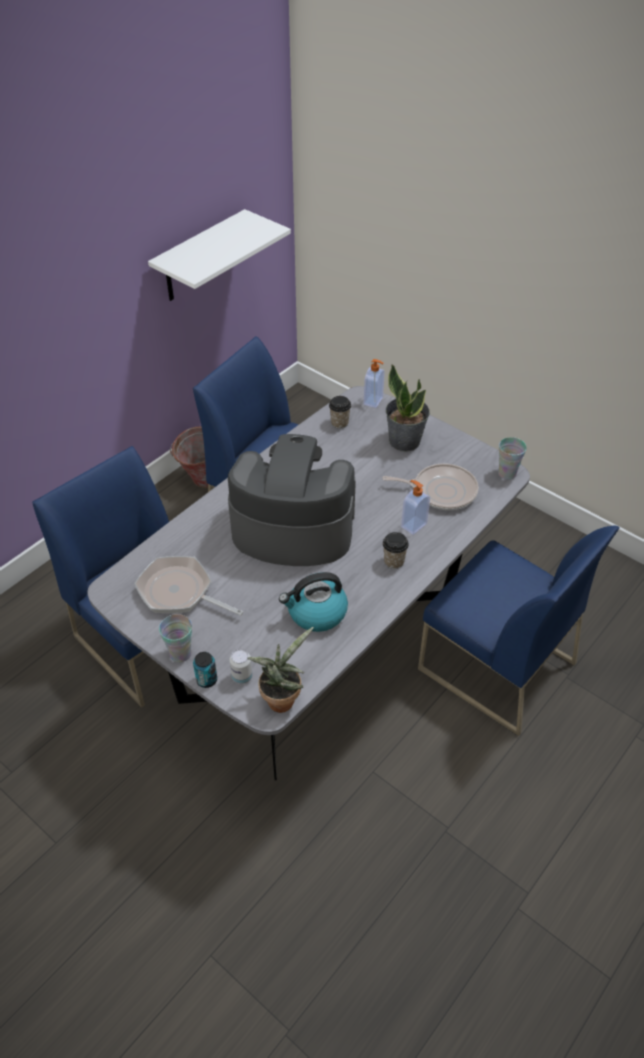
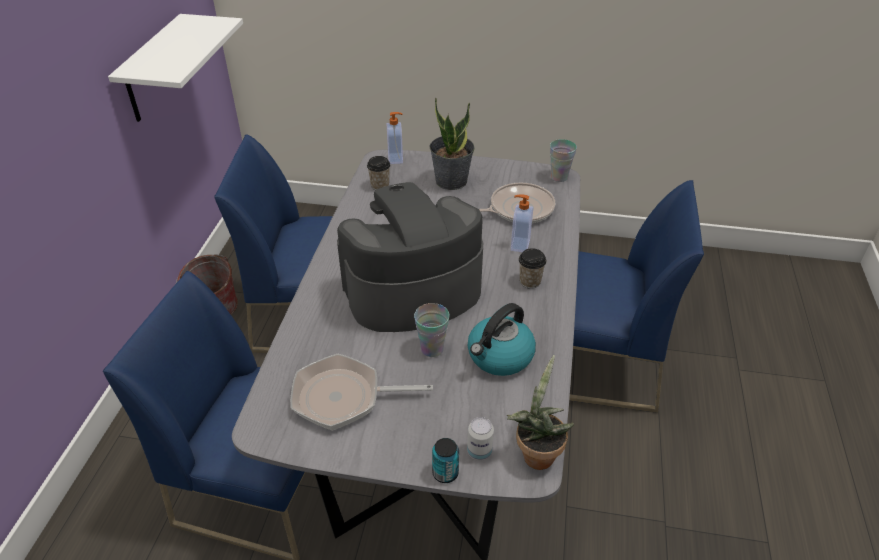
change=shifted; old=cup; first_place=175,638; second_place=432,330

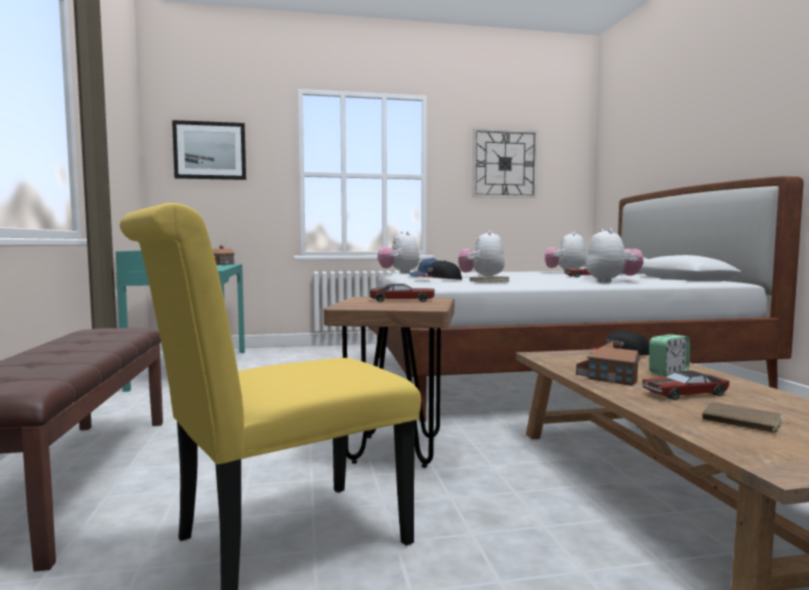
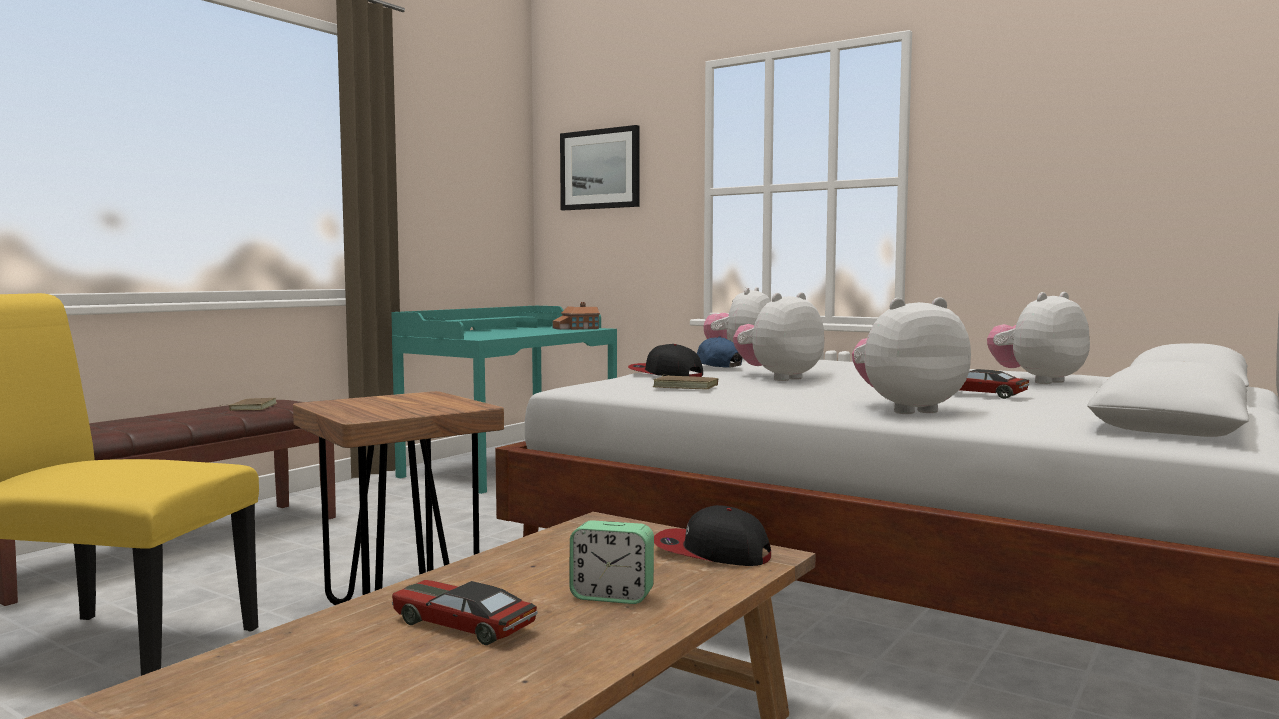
change=shifted; old=bound book (brown); first_place=742,417; second_place=248,404
change=rotated; old=plush toy; first_place=615,255; second_place=911,355; degrees=-150
change=gone; old=model car; first_place=402,293
change=gone; old=wall clock; first_place=505,163
change=gone; old=toy house; first_place=608,363

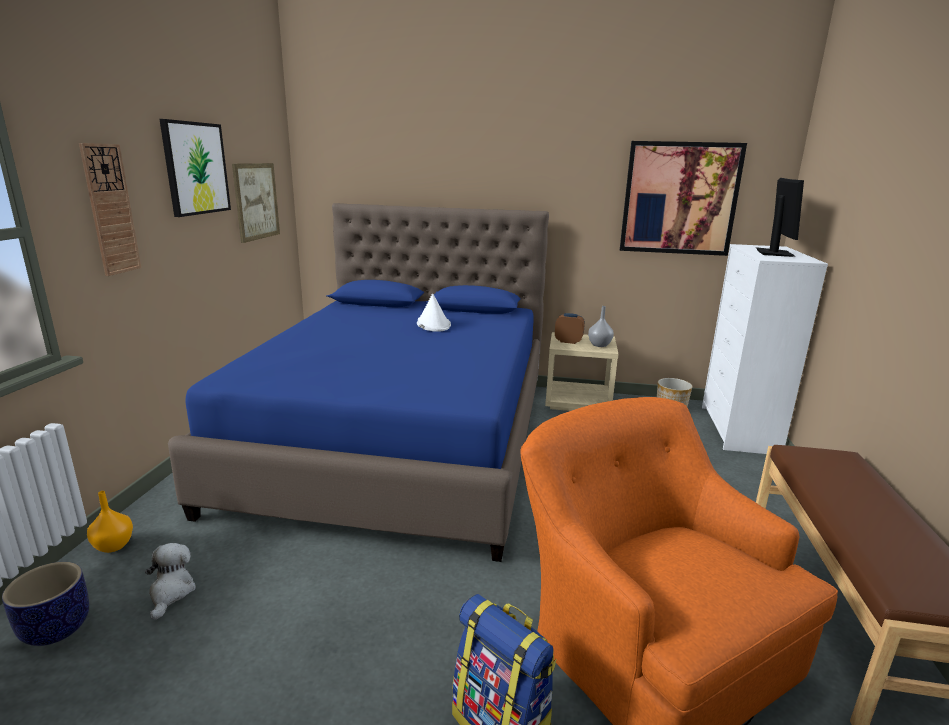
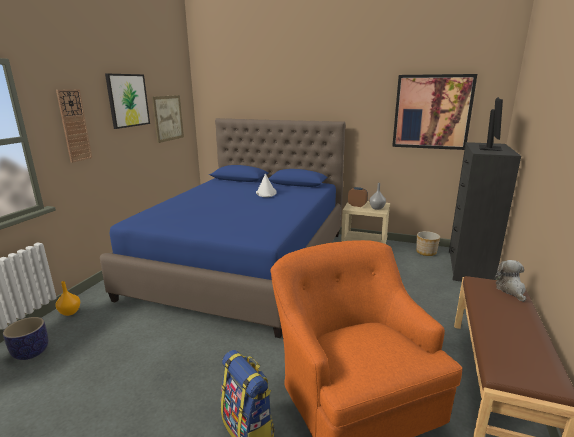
change=repainted; old=drawer chest (white-coloured); new=drawer chest (black); first_place=765,349; second_place=485,212
change=shifted; old=plush toy; first_place=170,581; second_place=510,281

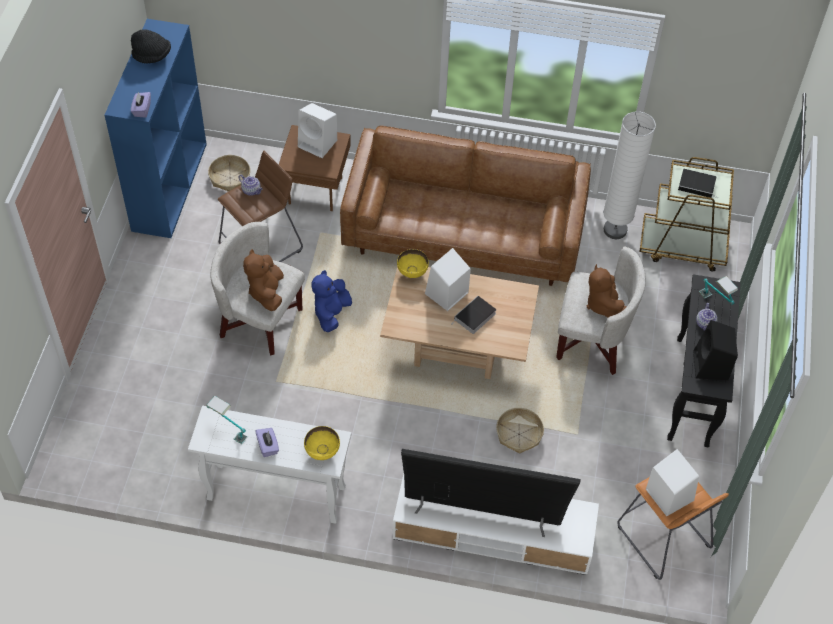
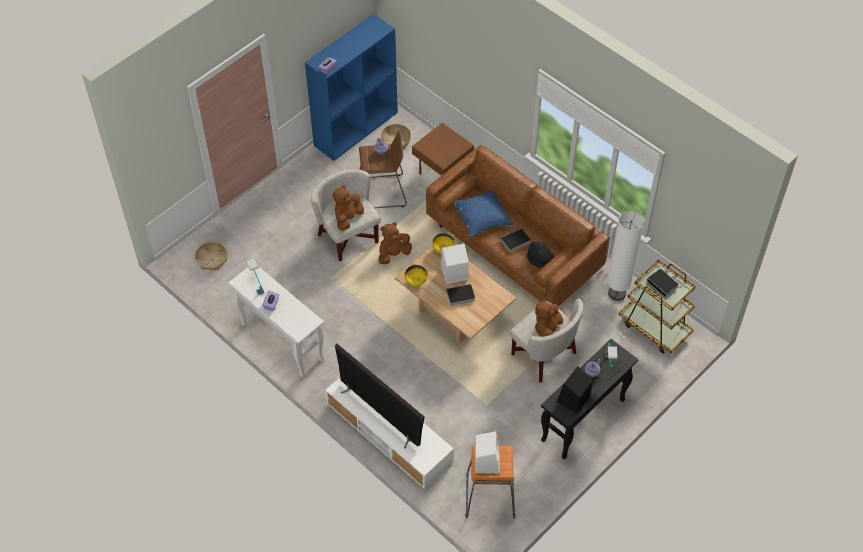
change=shifted; old=basket; first_place=520,431; second_place=211,256
change=repainted; old=plush toy (bluish); new=plush toy (brown); first_place=331,301; second_place=395,243
change=shifted; old=deep dish (yellow-coloured); first_place=322,443; second_place=416,275
change=new; new=throw pillow (bluish); second_place=483,214
change=new; new=bound book; second_place=513,240
change=shifted; old=wearable hat (black); first_place=151,46; second_place=541,254
change=gone; old=loudspeaker (white-coloured); first_place=317,130

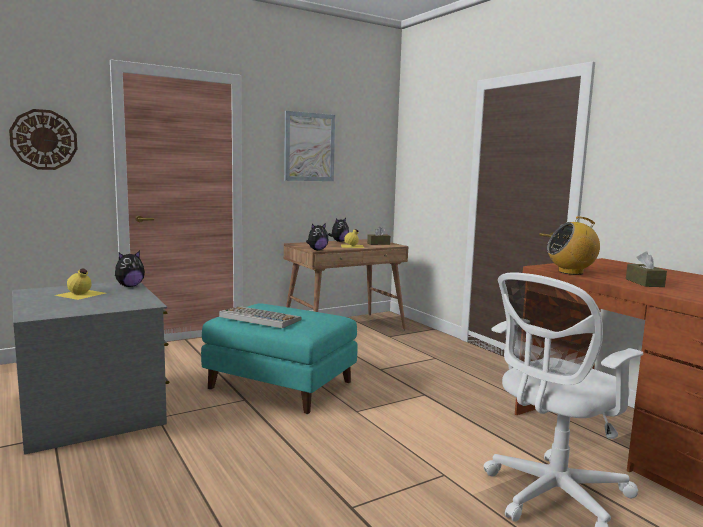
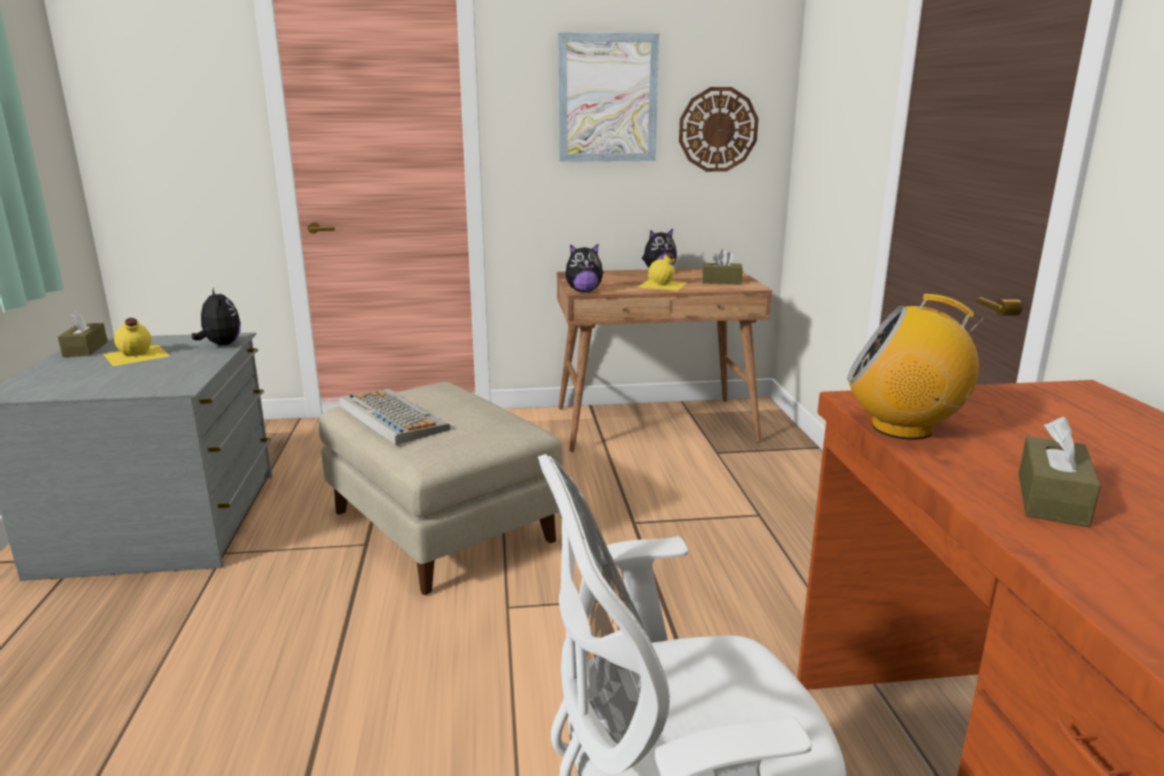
change=new; new=tissue box (brown); second_place=83,333
change=rotated; old=plush toy; first_place=130,269; second_place=216,316; degrees=-105
change=repainted; old=ottoman (turquoise-coloured); new=ottoman (beige); first_place=279,358; second_place=441,488
change=shifted; old=wall clock; first_place=43,139; second_place=719,129

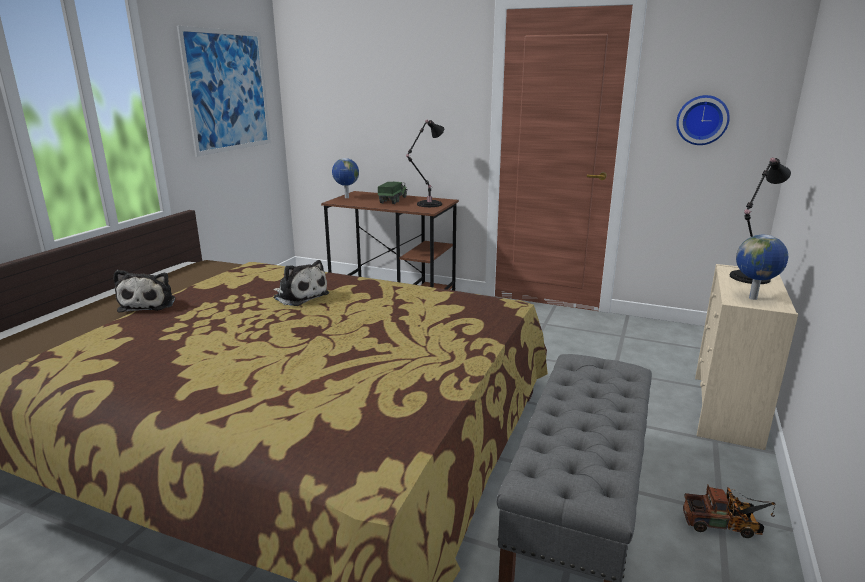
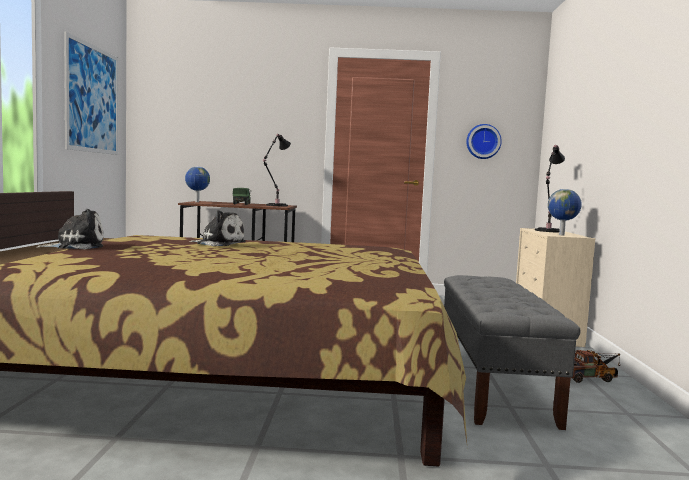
change=rotated; old=plush toy; first_place=144,291; second_place=70,229; degrees=-90

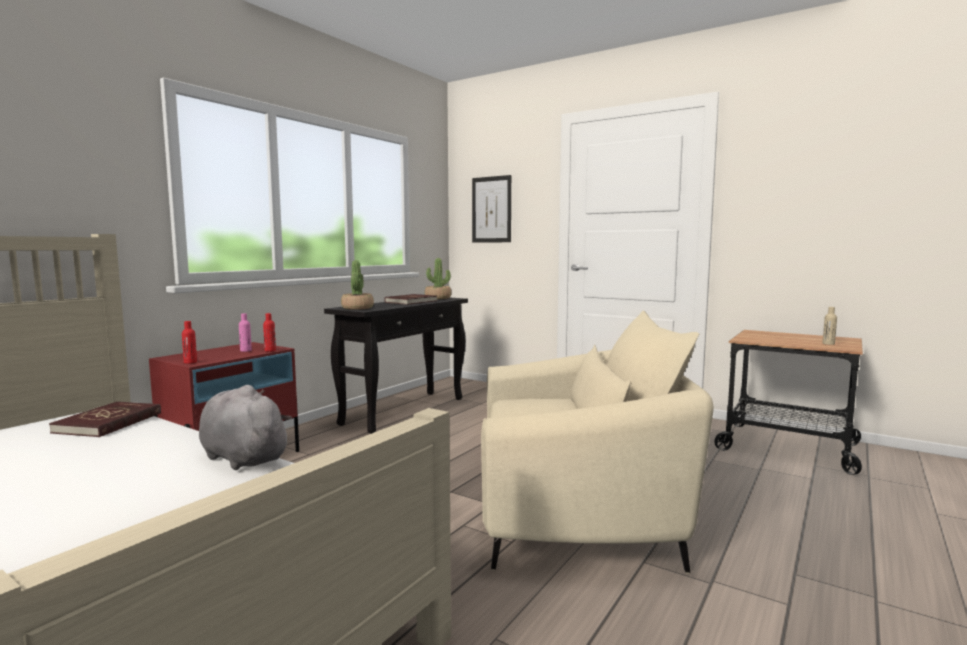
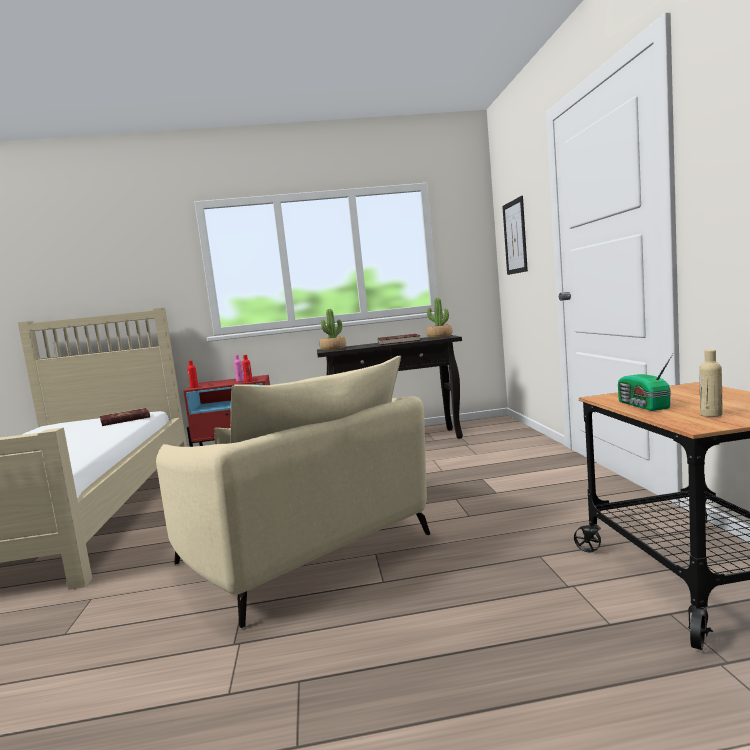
change=new; new=radio set; second_place=645,382
change=gone; old=plush toy (gray); first_place=245,427

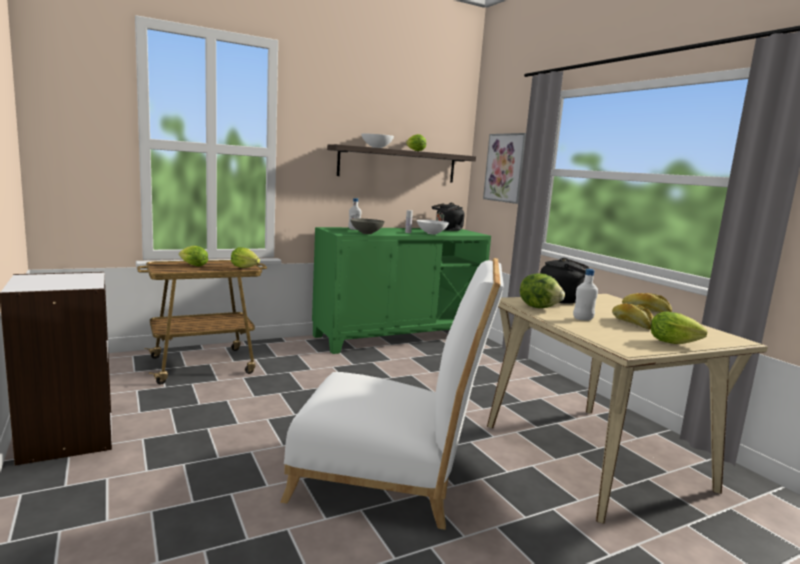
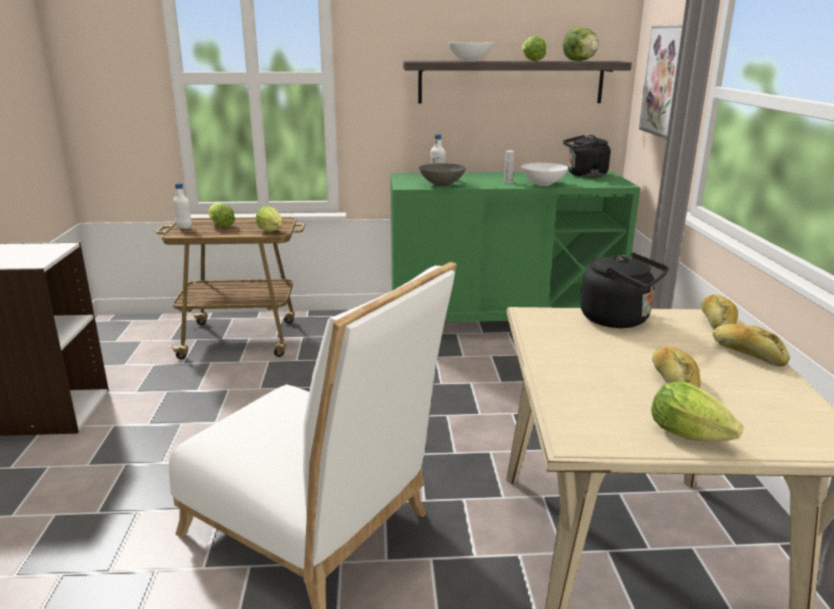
change=shifted; old=beverage bottle (white-coloured); first_place=585,295; second_place=182,206
change=shifted; old=lettuce; first_place=542,290; second_place=581,44
change=new; new=bakery bread; second_place=720,312

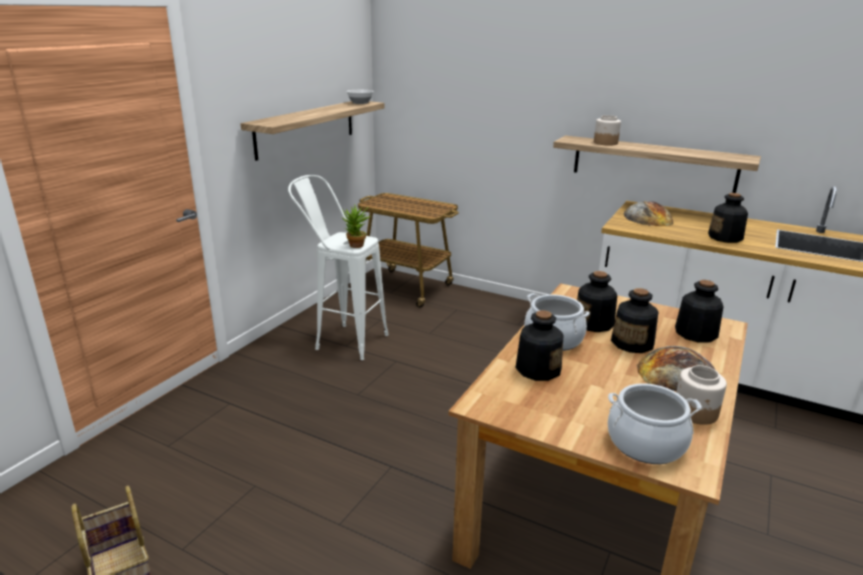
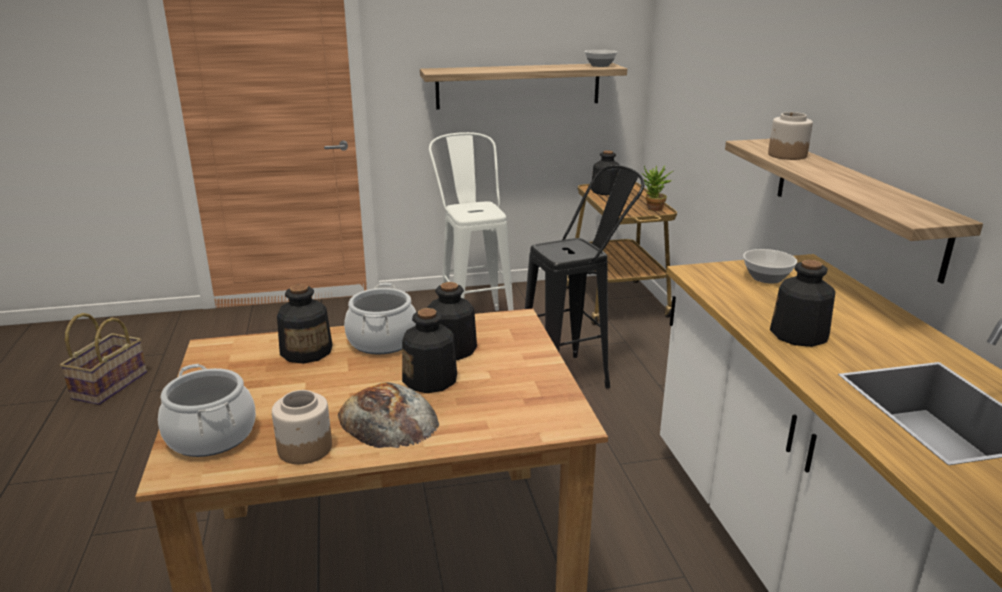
change=new; new=sitting stool (black); second_place=585,276
change=shifted; old=beverage bottle; first_place=699,311; second_place=605,172
change=shifted; old=houseplant; first_place=356,226; second_place=657,188
change=swapped; old=bakery bread; new=deep dish; first_place=648,213; second_place=770,266

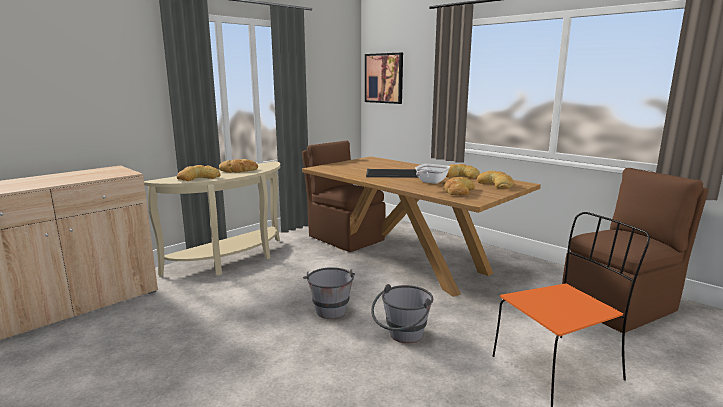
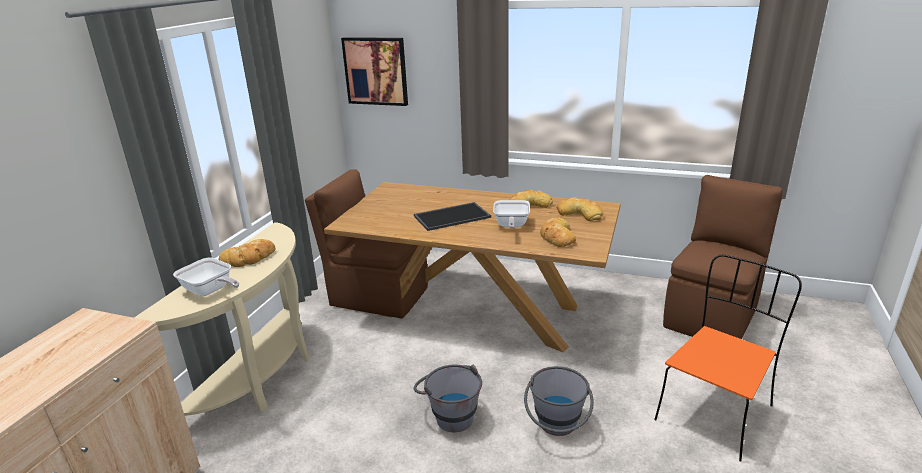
change=swapped; old=bakery bread; new=skillet; first_place=198,173; second_place=206,277

